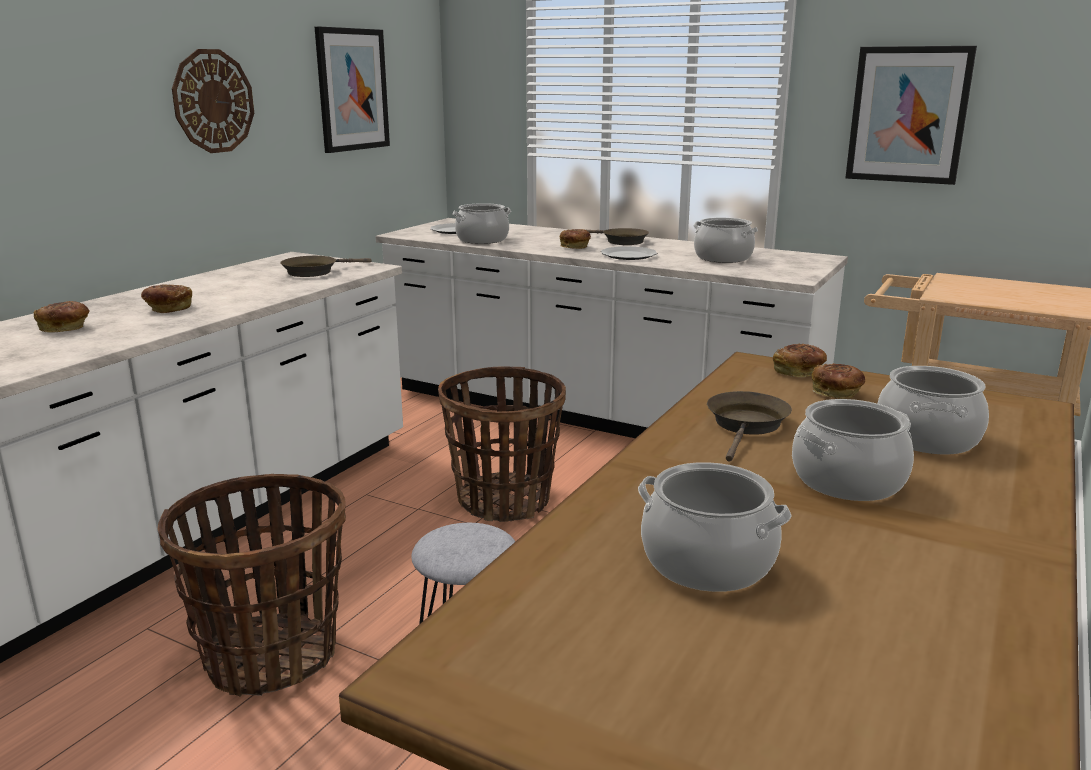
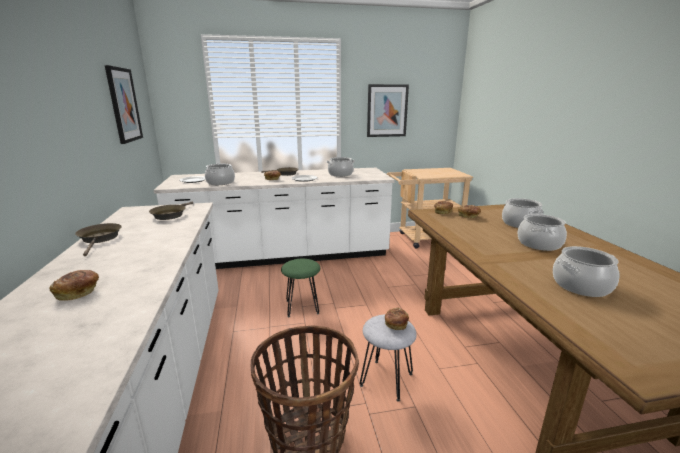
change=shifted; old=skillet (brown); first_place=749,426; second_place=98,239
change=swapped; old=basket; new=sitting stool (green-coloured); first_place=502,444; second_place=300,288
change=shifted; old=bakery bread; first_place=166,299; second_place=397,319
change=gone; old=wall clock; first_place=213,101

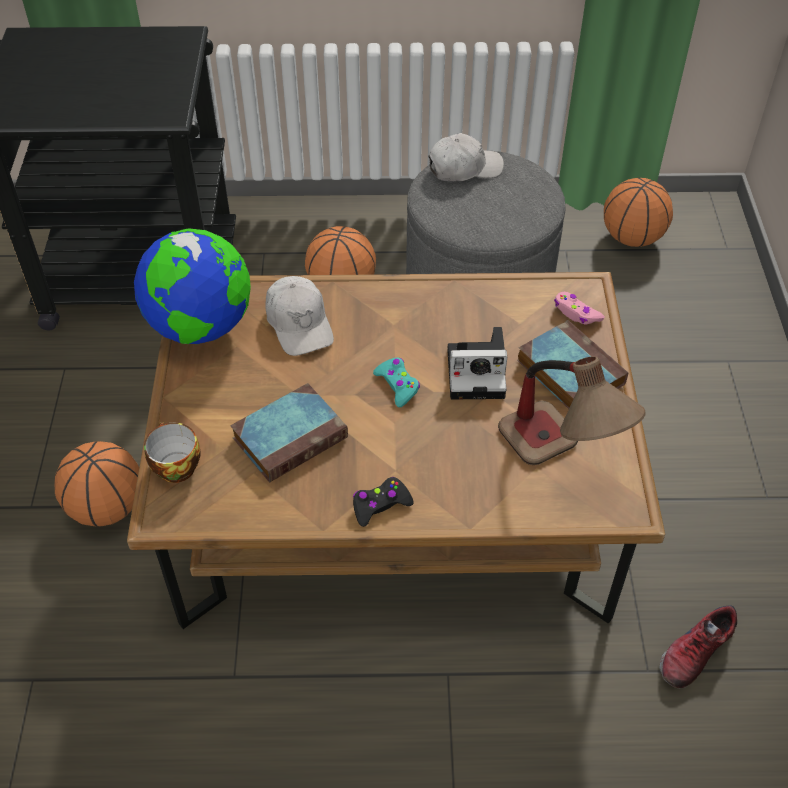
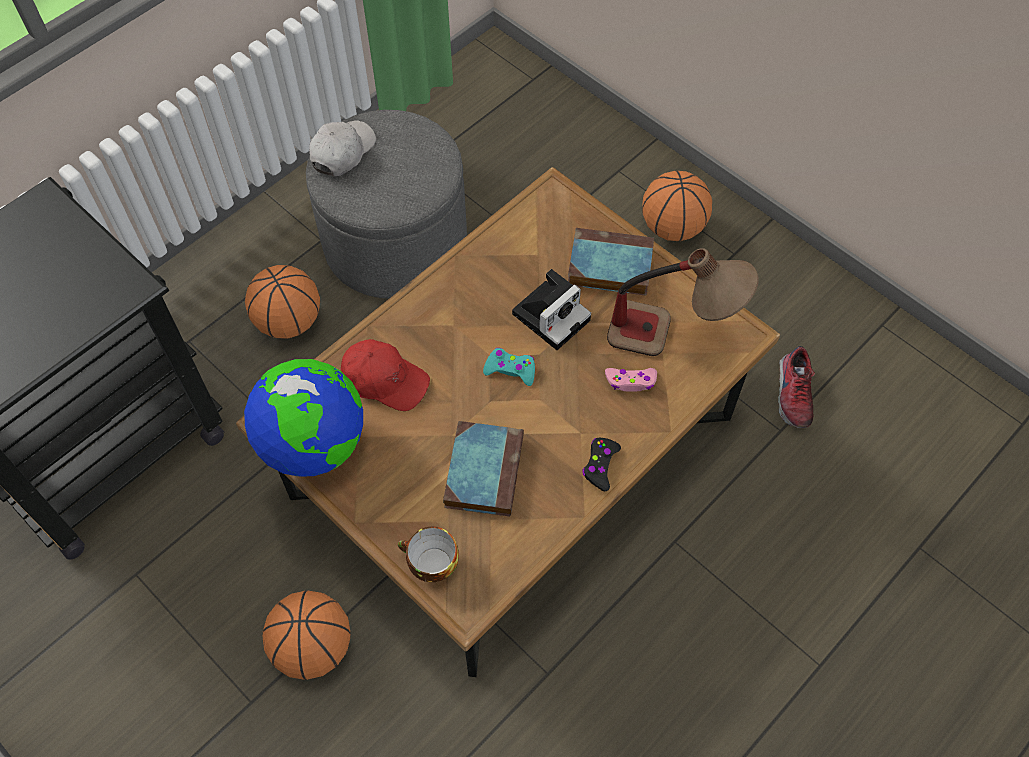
change=repainted; old=peaked cap (white-coloured); new=peaked cap (red-coloured); first_place=299,316; second_place=385,375
change=shifted; old=joypad (pinkish); first_place=579,308; second_place=631,380
change=shifted; old=ball for basketball; first_place=638,212; second_place=677,206

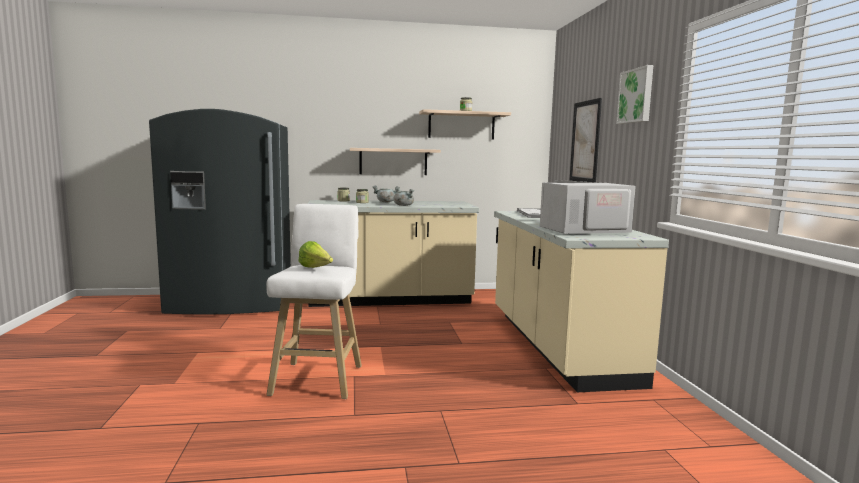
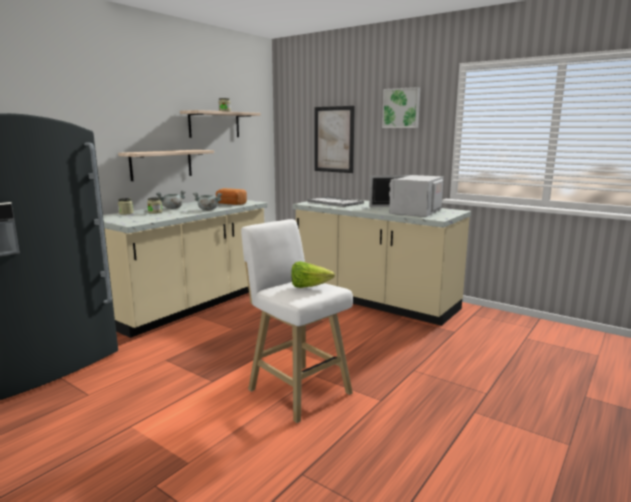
change=new; new=bakery bread; second_place=231,196

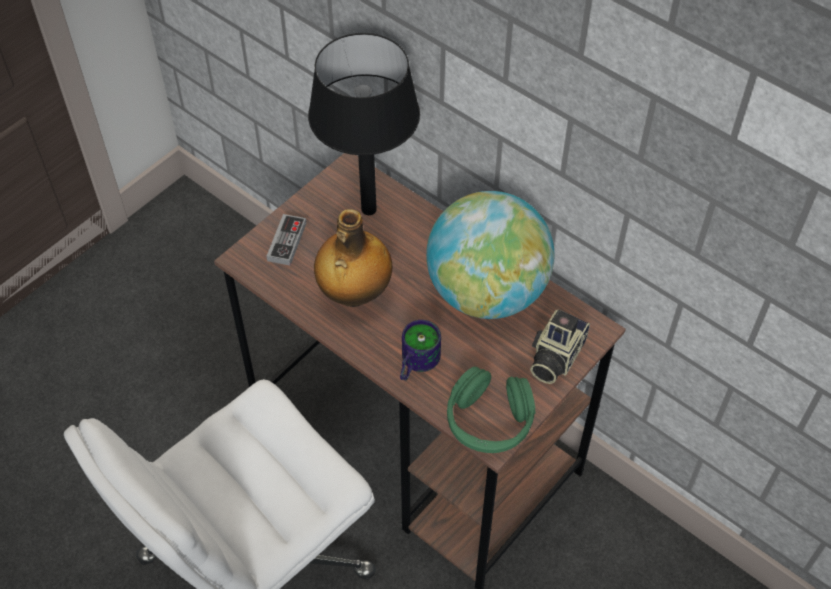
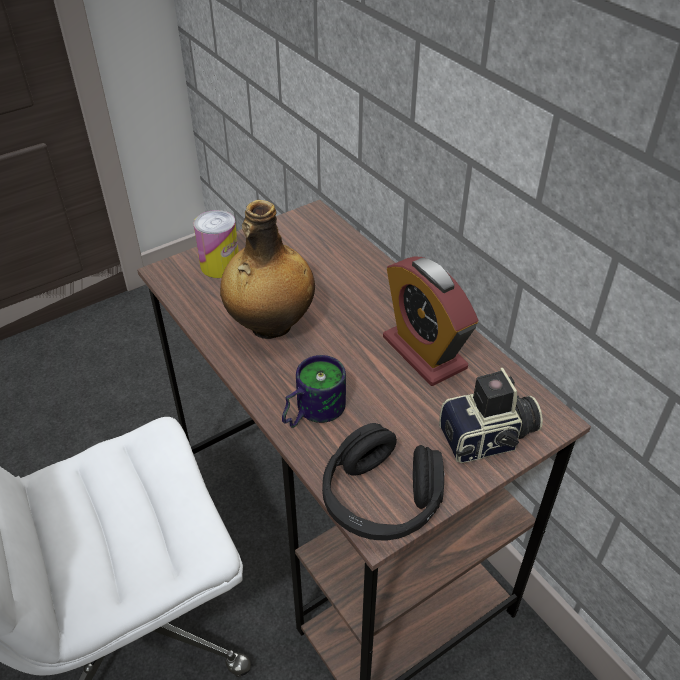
change=swapped; old=joypad; new=metal can; first_place=286,239; second_place=216,244
change=repainted; old=headphones (green-coloured); new=headphones (black); first_place=491,410; second_place=383,481
change=swapped; old=desk globe; new=alarm clock; first_place=490,255; second_place=430,321
change=rotated; old=still camera; first_place=560,346; second_place=491,415; degrees=-150
change=gone; old=lamp for a table (black); first_place=364,124

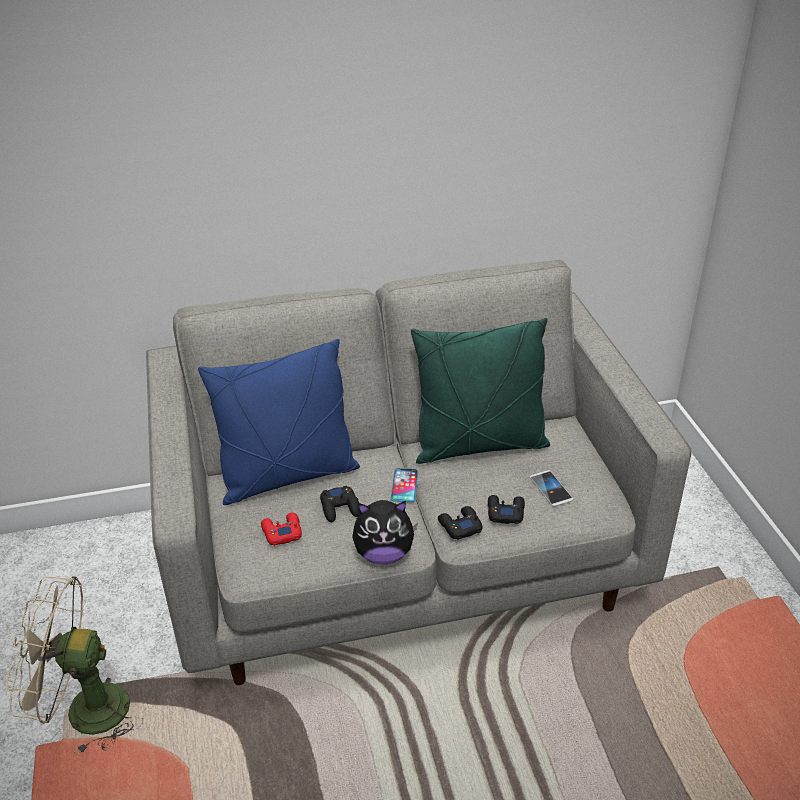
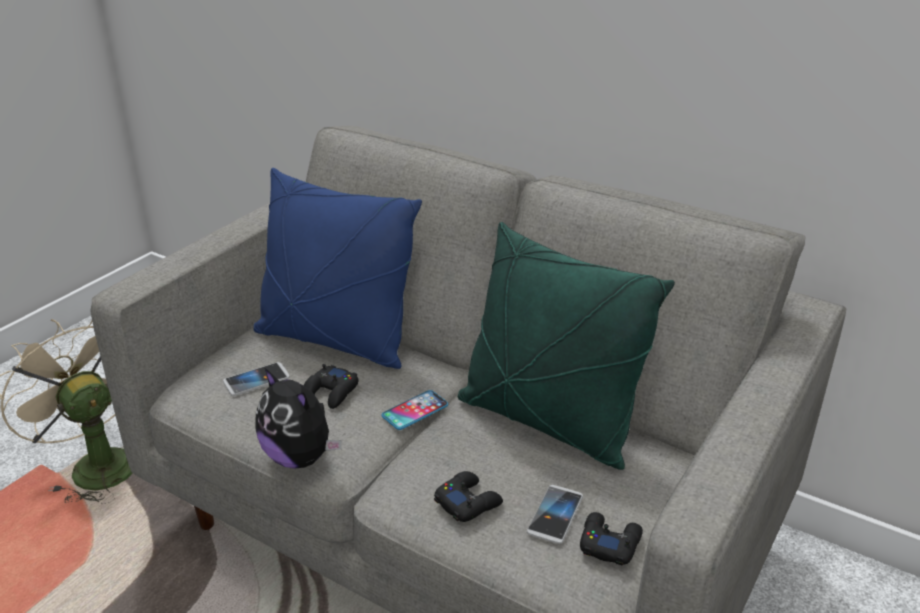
change=swapped; old=joypad (red-coloured); new=handset; first_place=281,529; second_place=256,379
change=shifted; old=joypad (black); first_place=460,523; second_place=611,539

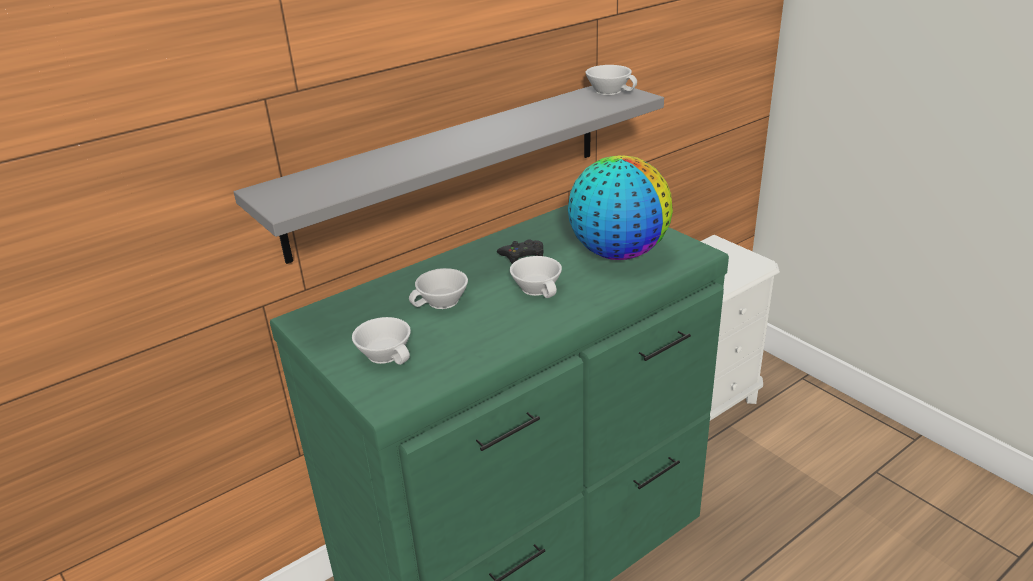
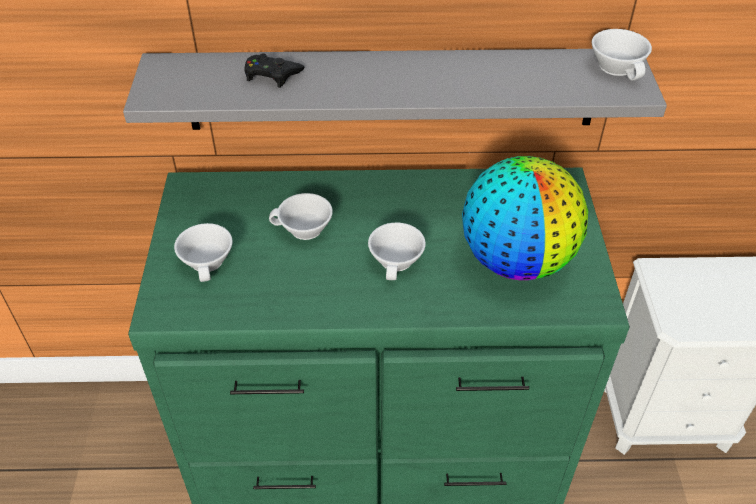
change=shifted; old=joypad (black); first_place=520,252; second_place=274,70

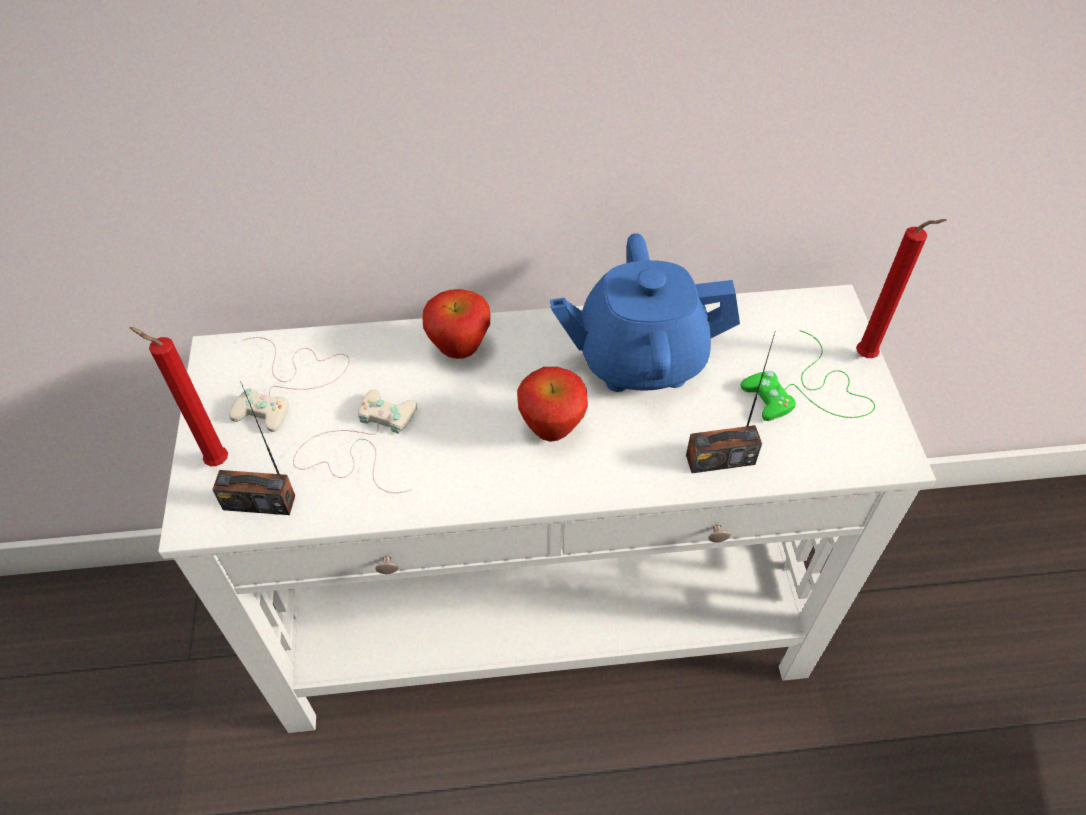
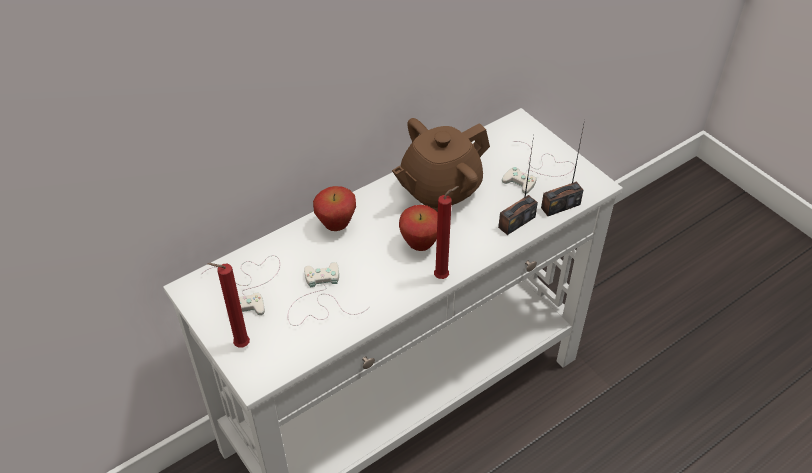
change=repainted; old=tea pot (bluish); new=tea pot (brown); first_place=645,312; second_place=441,165
change=shifted; old=wax candle (red-coloured); first_place=901,288; second_place=446,232
change=repainted; old=joypad (green-coloured); new=joypad (white-coloured); first_place=808,375; second_place=538,167
change=shifted; old=radio set; first_place=253,448; second_place=563,168

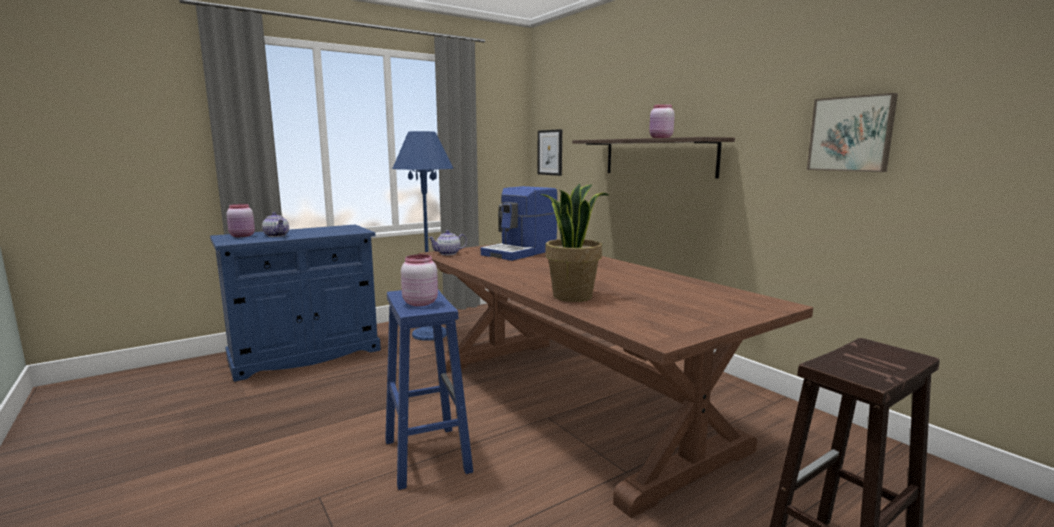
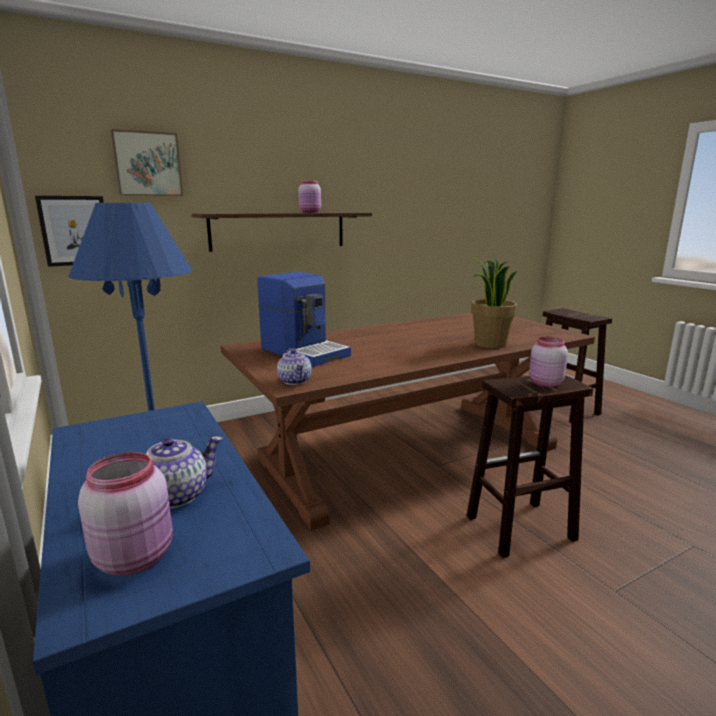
change=shifted; old=wall picture; first_place=852,132; second_place=147,162
change=repainted; old=sitting stool (bluish); new=sitting stool (brown); first_place=429,390; second_place=529,466

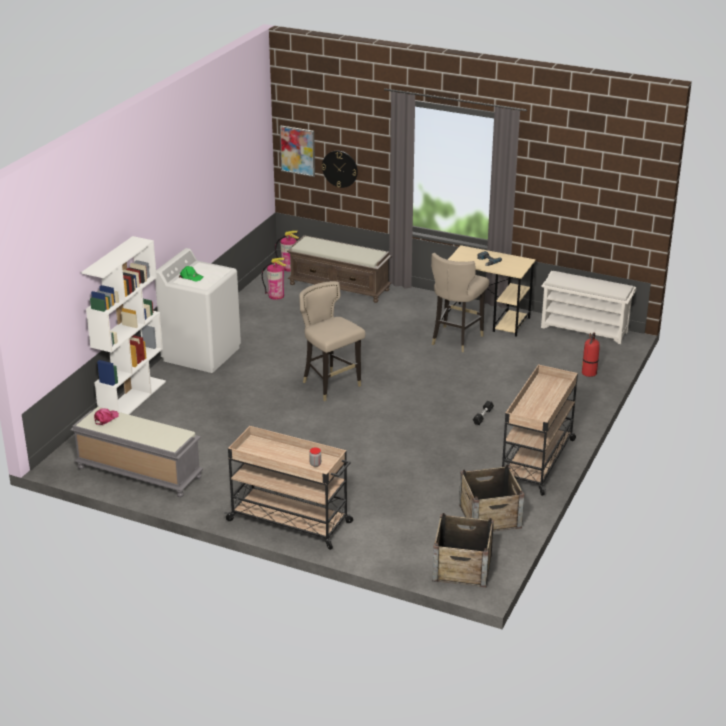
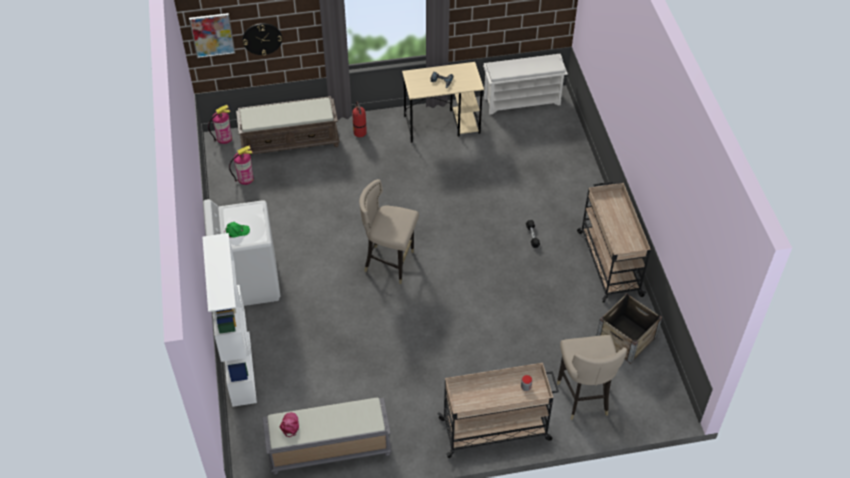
change=shifted; old=extinguisher; first_place=591,354; second_place=359,119
change=shifted; old=sitting stool (beige); first_place=460,302; second_place=592,377
change=gone; old=packing crate; first_place=463,550

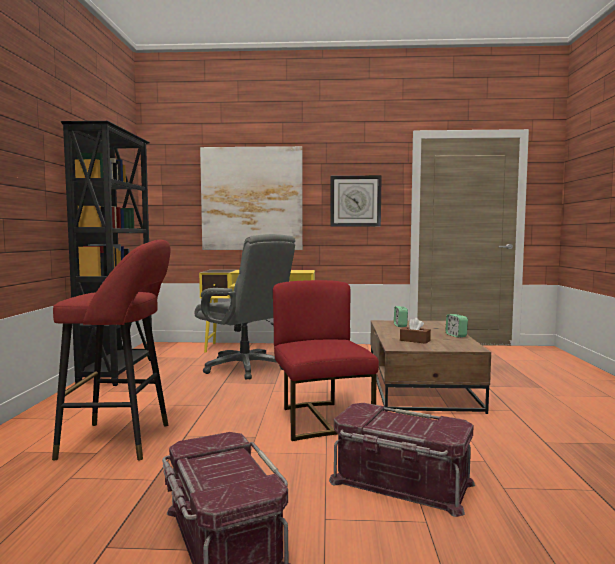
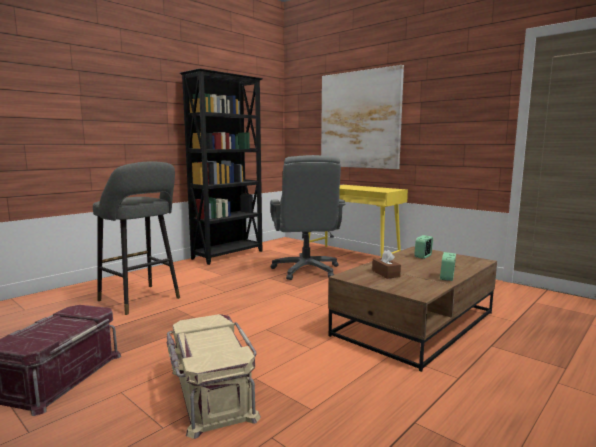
change=repainted; old=sitting stool (red-coloured); new=sitting stool (gray); first_place=111,350; second_place=136,238
change=repainted; old=storage container (red-coloured); new=storage container (beige); first_place=402,460; second_place=214,376
change=gone; old=upright chair (red-coloured); first_place=326,360
change=gone; old=wall clock; first_place=356,201

